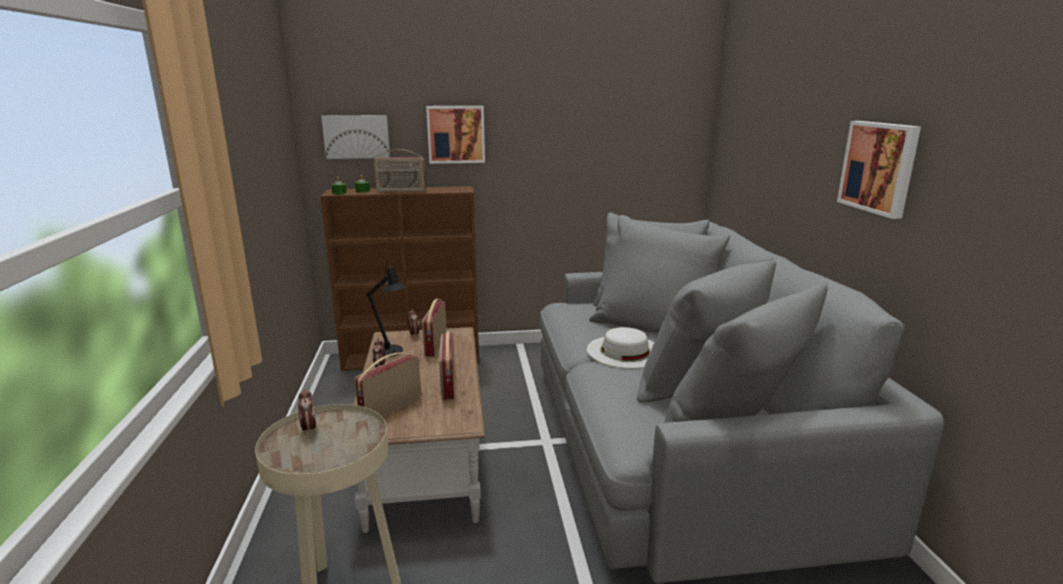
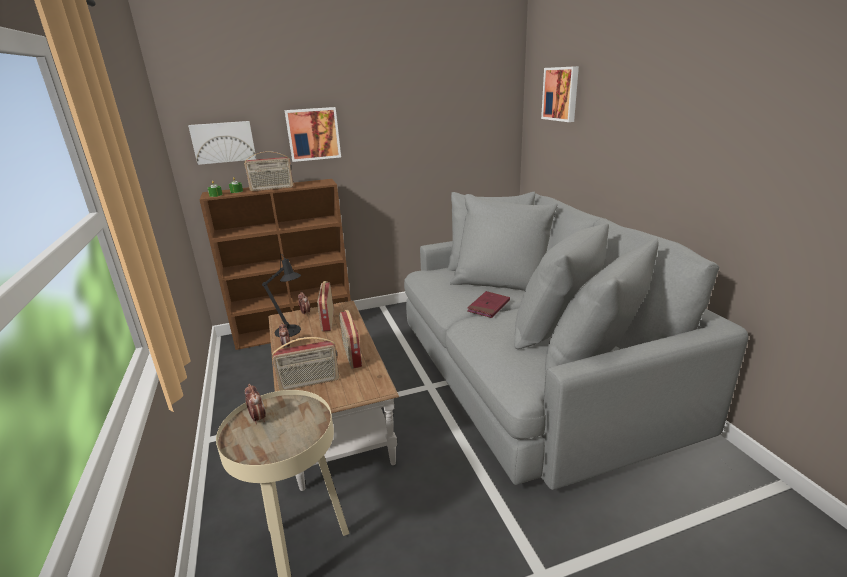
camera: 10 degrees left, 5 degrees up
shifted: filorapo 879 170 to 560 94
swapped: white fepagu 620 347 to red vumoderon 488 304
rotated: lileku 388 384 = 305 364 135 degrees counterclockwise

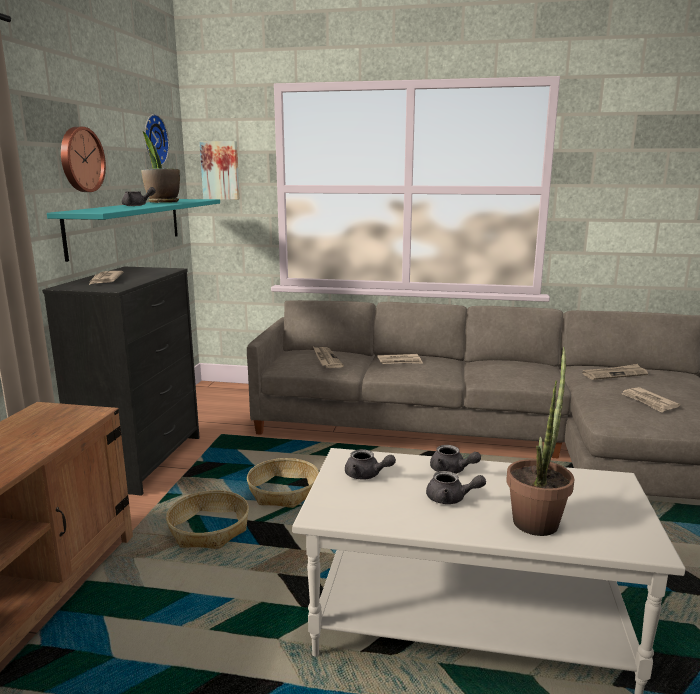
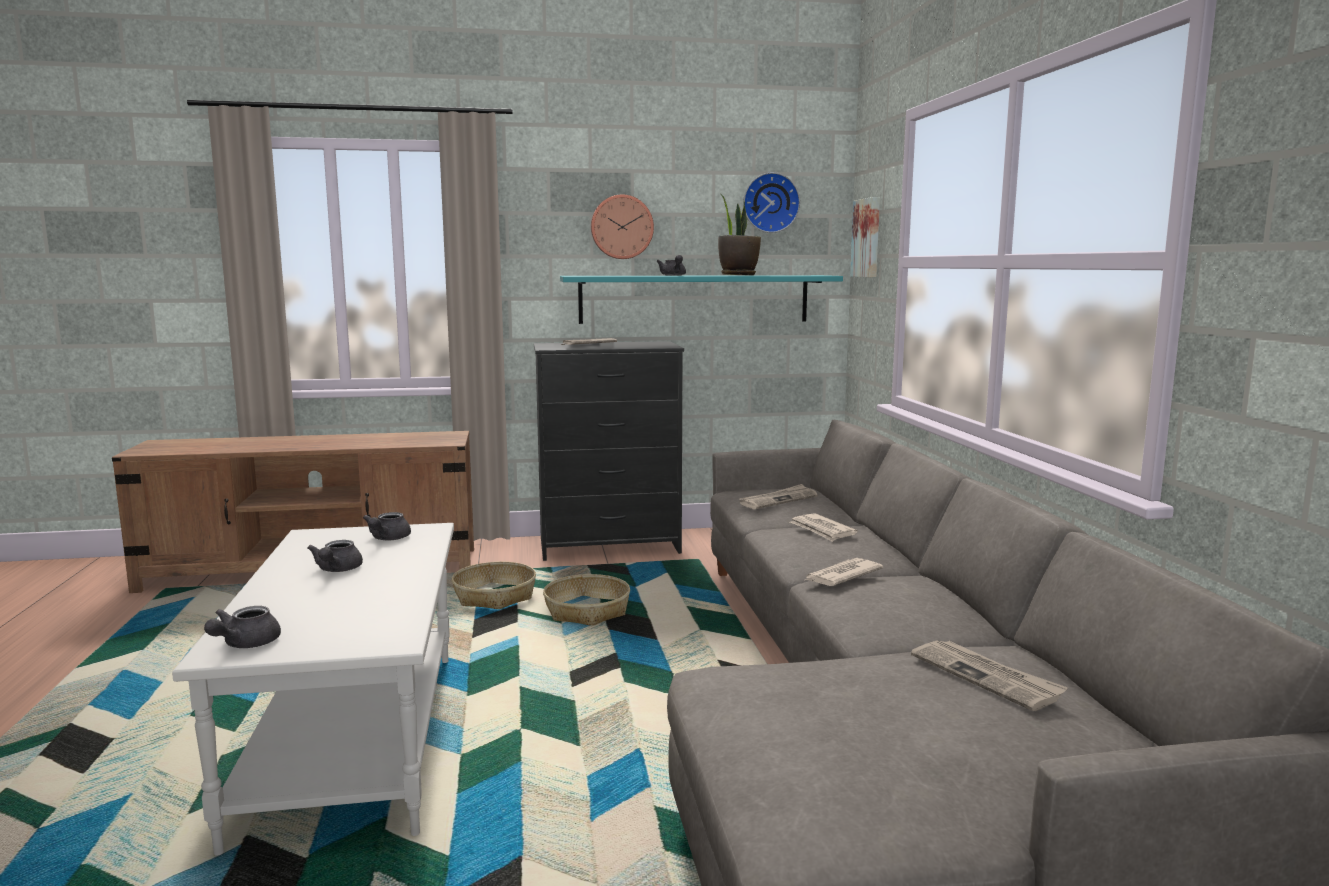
camera: 70 degrees right, 5 degrees down
gone: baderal 540 441
shifted: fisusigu 651 399 to 844 572; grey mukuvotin 455 459 to 242 627

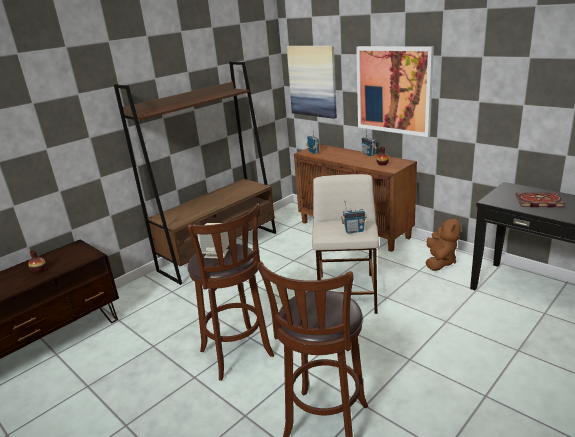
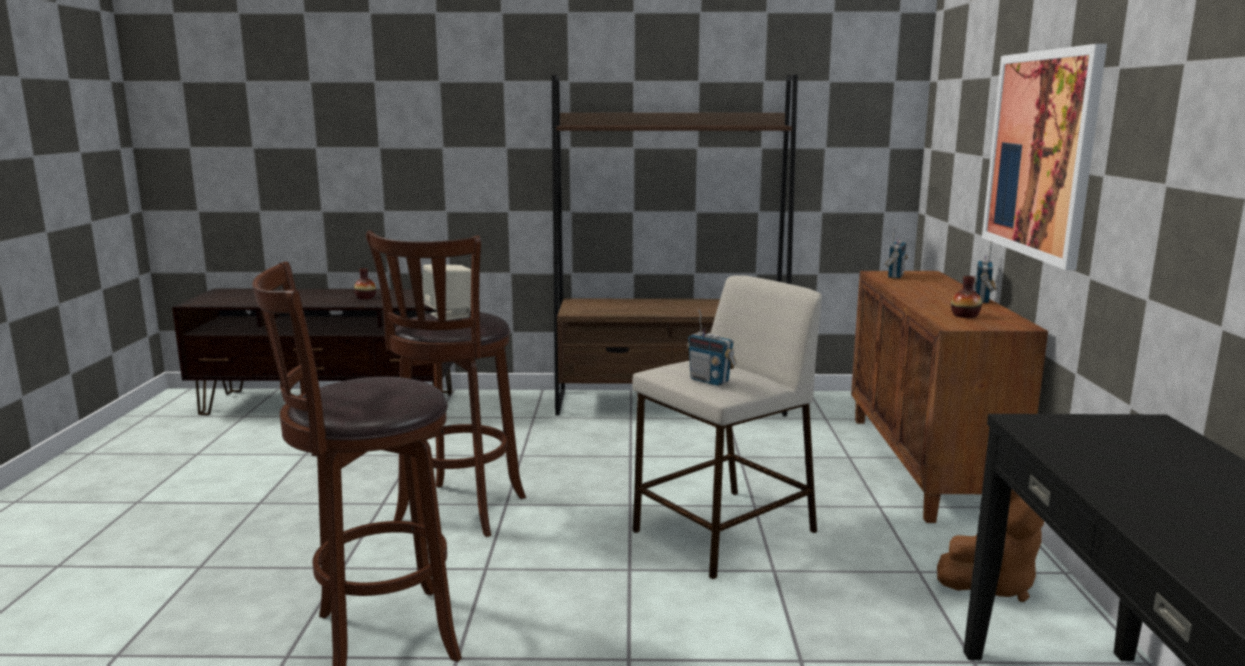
camera: 45 degrees right, 10 degrees down
gone: filorapo 312 82; vumoderon 540 200

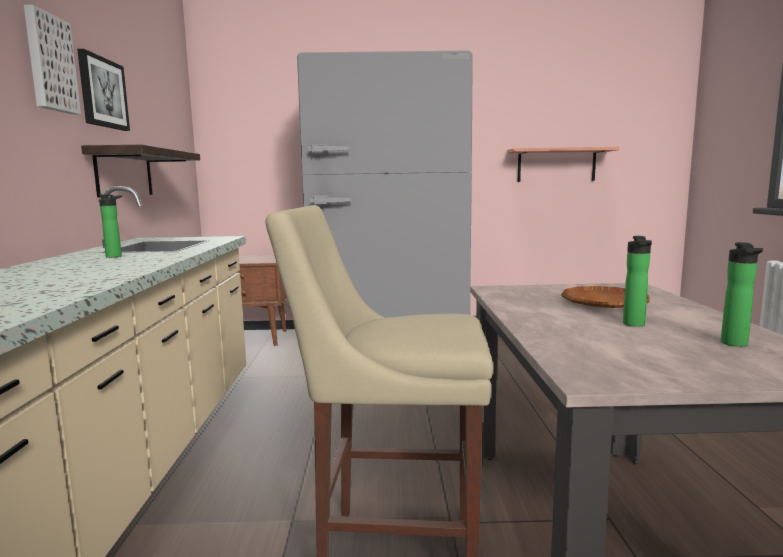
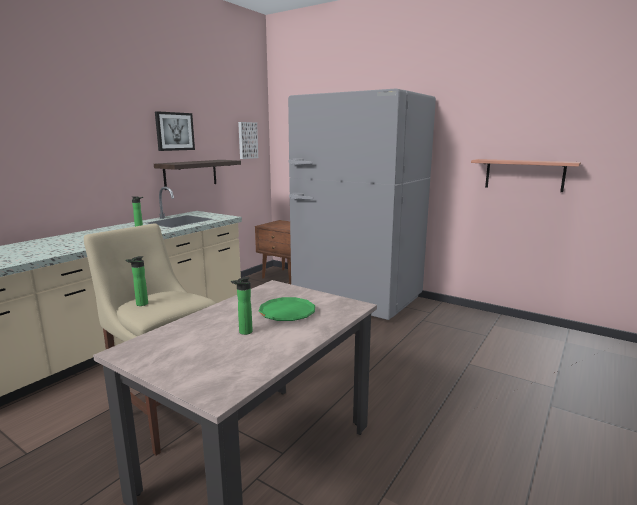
camera: 35 degrees right, 5 degrees up
shifted: filorapo 52 59 to 248 140; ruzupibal 742 294 to 136 281
repainted: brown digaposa 605 297 to green digaposa 286 309

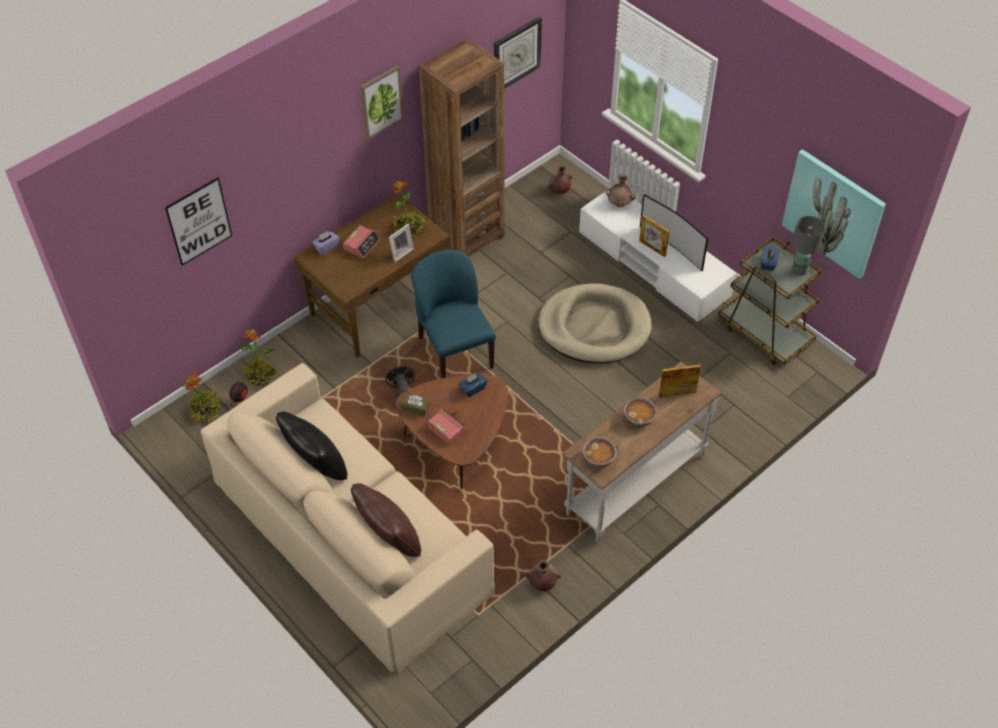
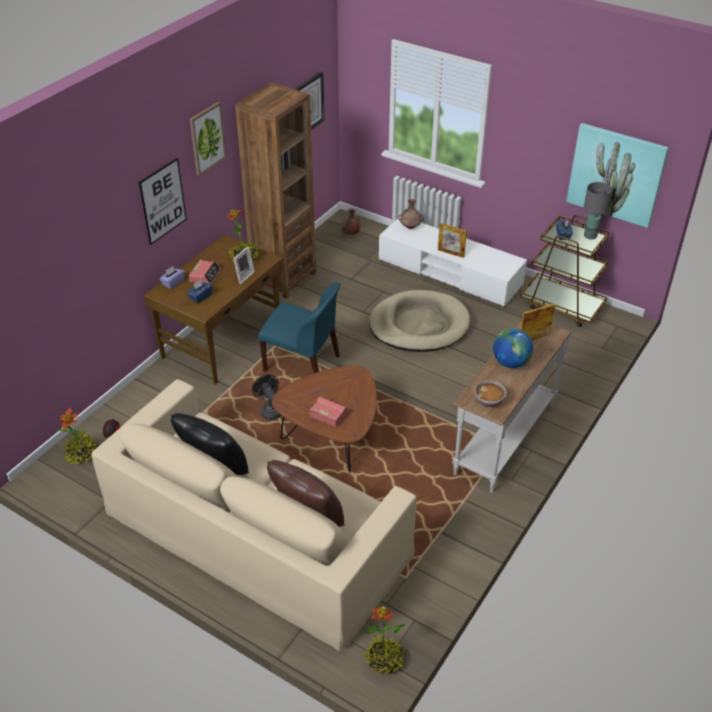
camera: 15 degrees left, 10 degrees down
gone: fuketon 674 232; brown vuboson 415 405; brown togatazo 543 575
shifted: filorapo 198 221 to 163 201; baderal 257 358 to 385 640; blue vuboson 473 385 to 200 291
swapped: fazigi 640 412 to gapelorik 513 348
rotated: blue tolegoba 453 314 = 299 327 150 degrees clockwise

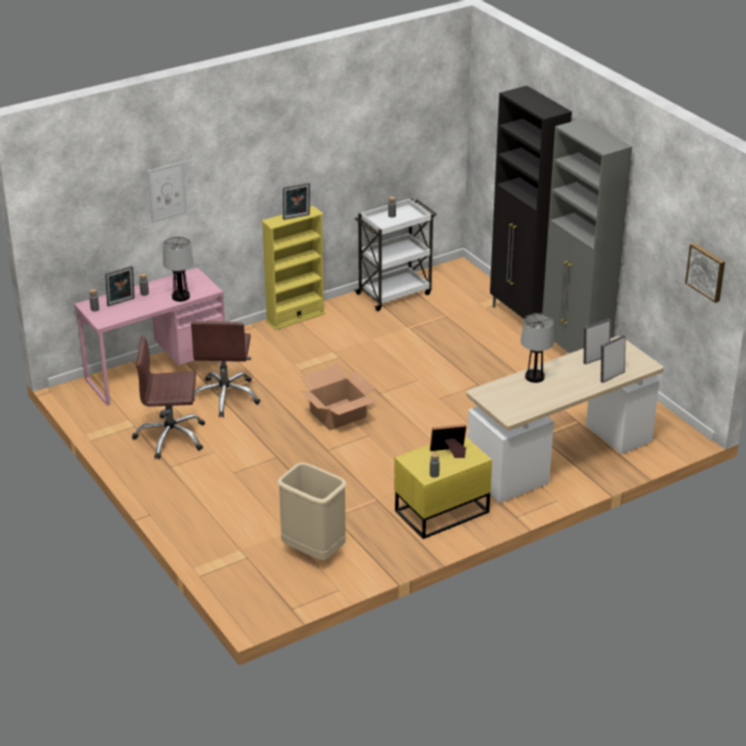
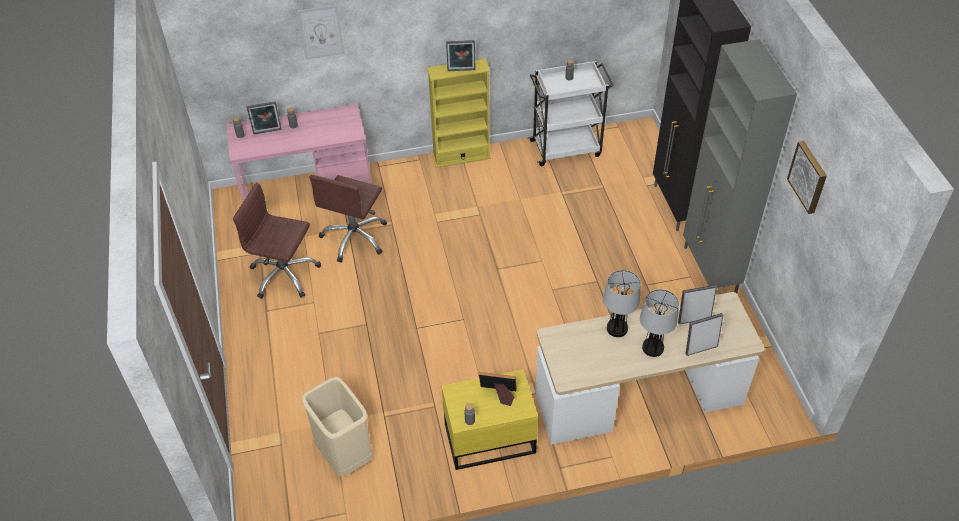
camera: 20 degrees right, 15 degrees up
gone: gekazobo 338 397
shifted: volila 178 269 to 659 323; filorapo 705 273 to 807 177

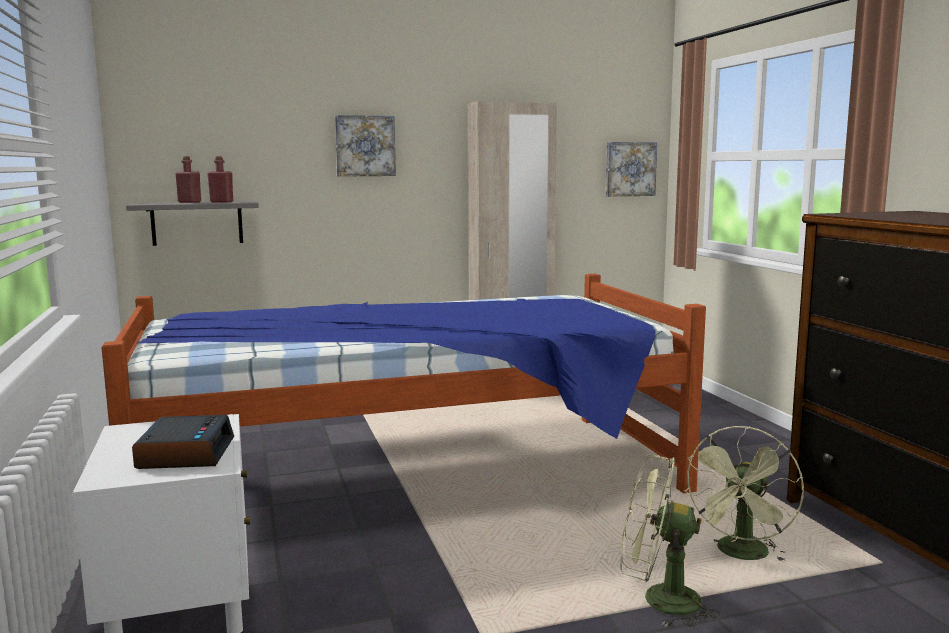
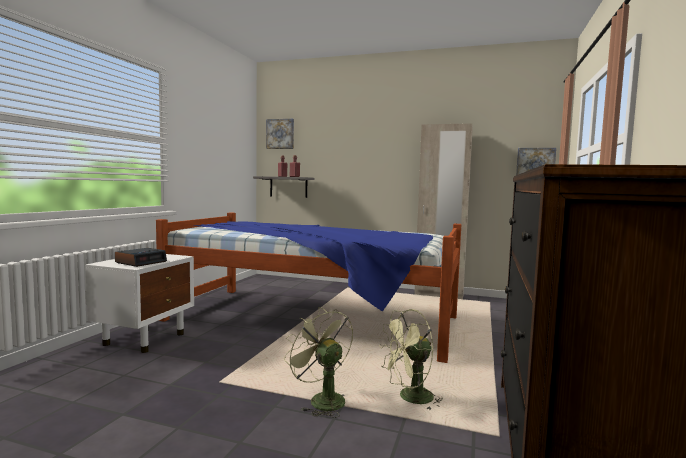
camera: 35 degrees right, 5 degrees down
shifted: filorapo 365 146 to 280 134

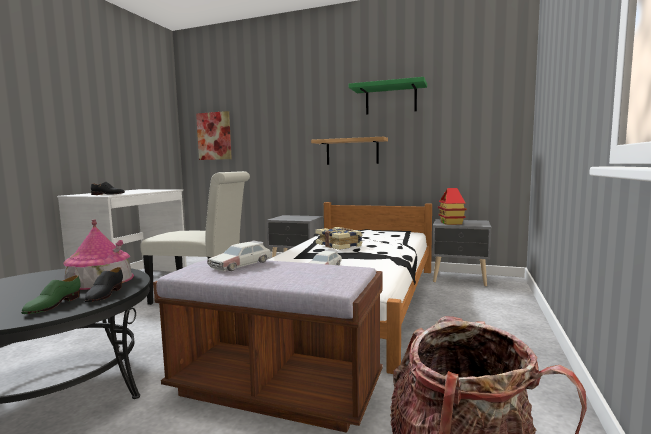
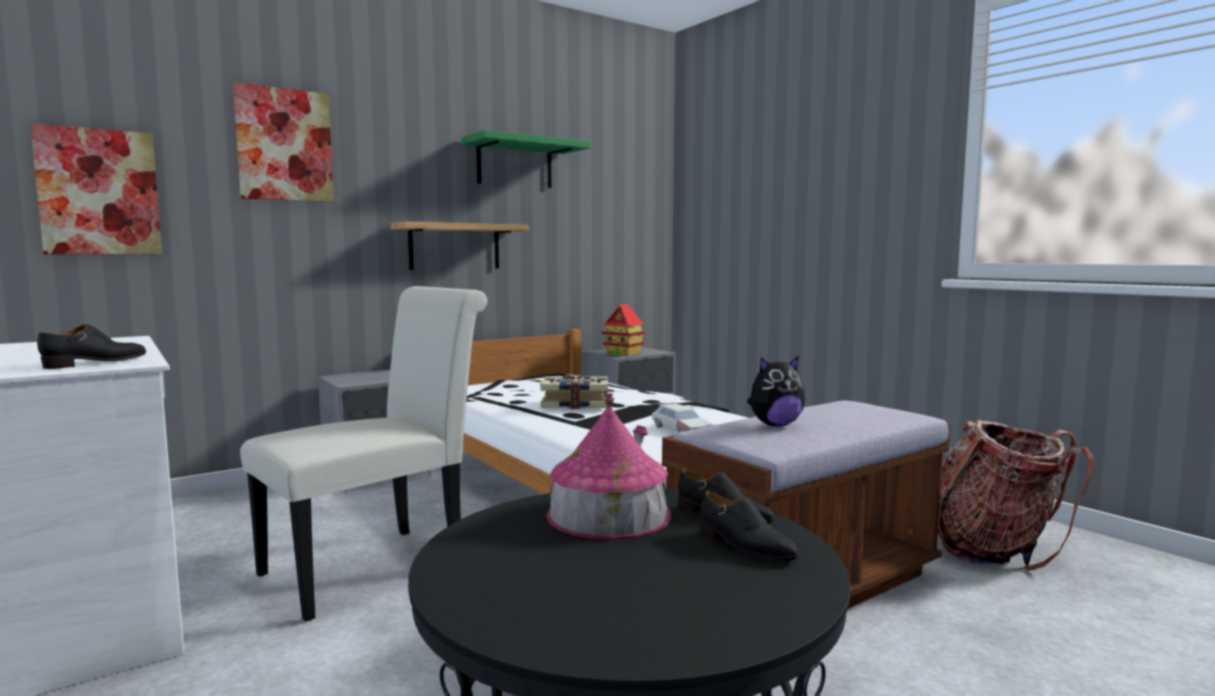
camera: 55 degrees left, 0 degrees up
new: filorapo 283 142
swapped: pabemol 239 256 to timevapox 776 391
repainted: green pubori 51 294 to black pubori 749 526

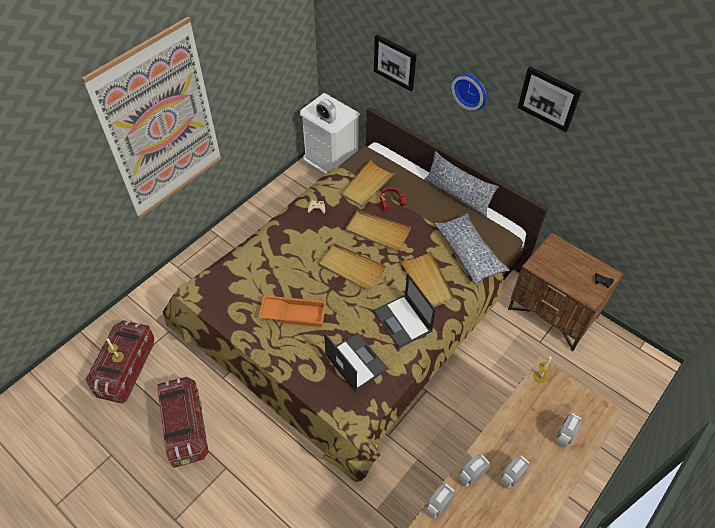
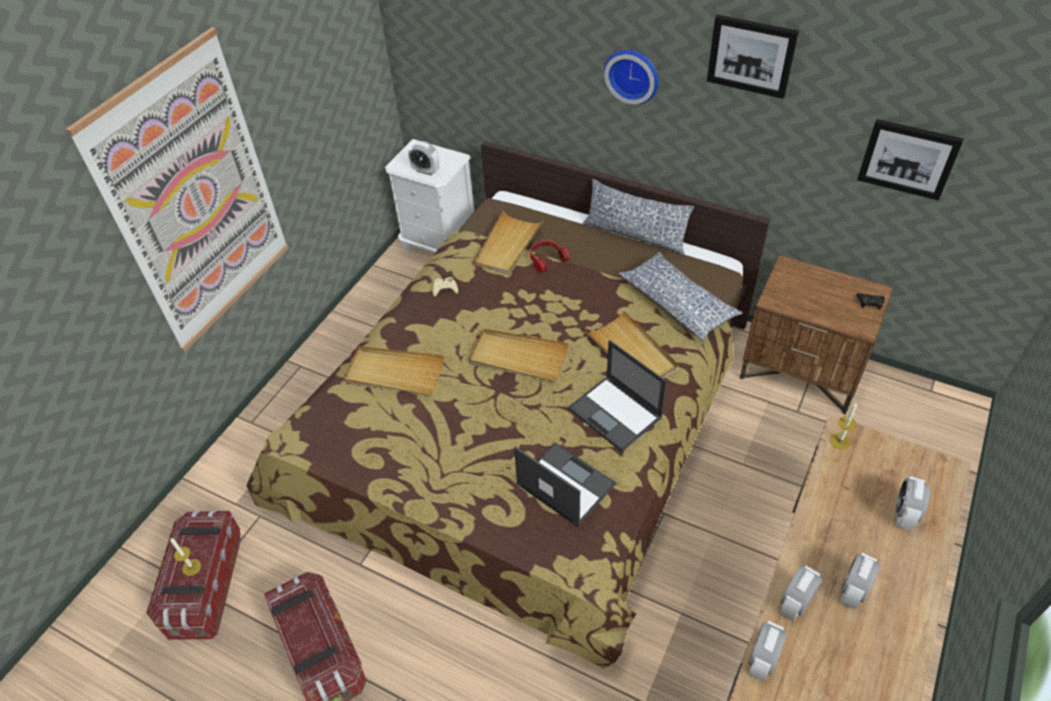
camera: 10 degrees left, 5 degrees down
gone: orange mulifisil 292 311
shifted: filorapo 395 62 to 910 160; beige mulifisil 378 230 to 393 370

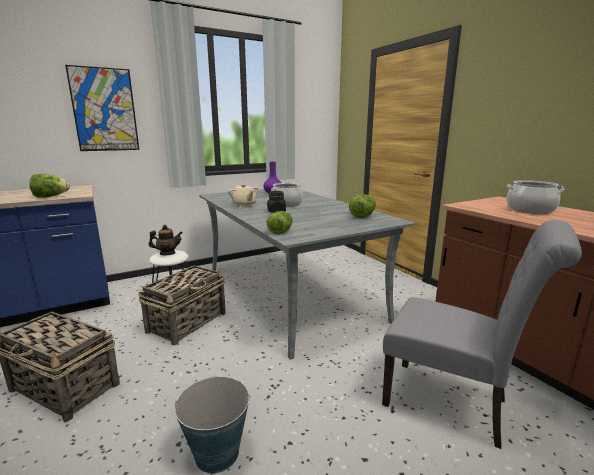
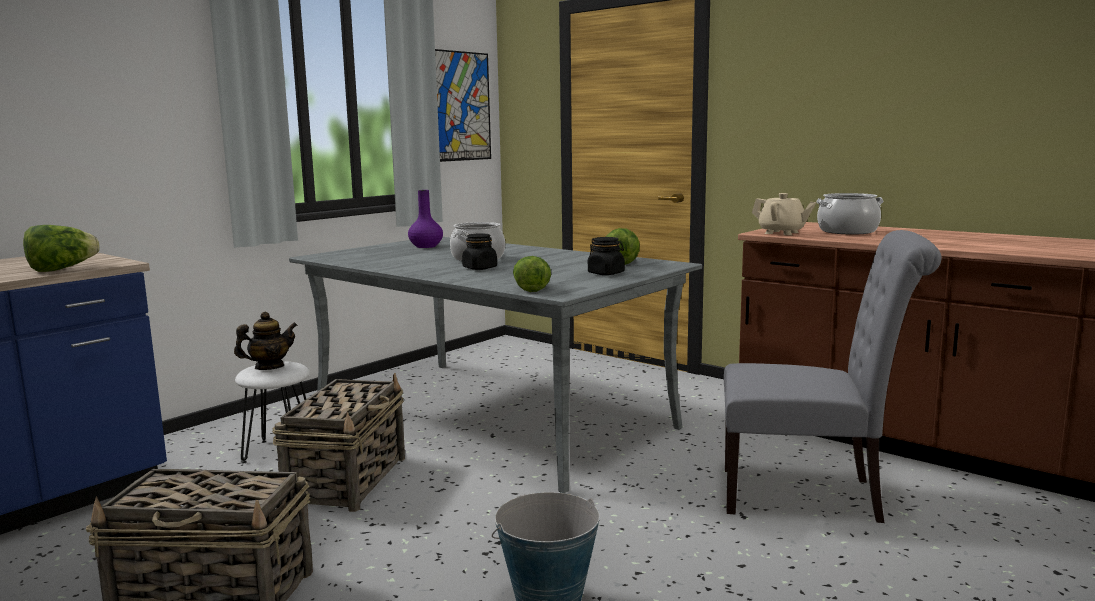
camera: 20 degrees left, 5 degrees down
new: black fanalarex 606 256
shifted: filorapo 102 108 to 463 105; beige mukuvotin 243 196 to 784 214

